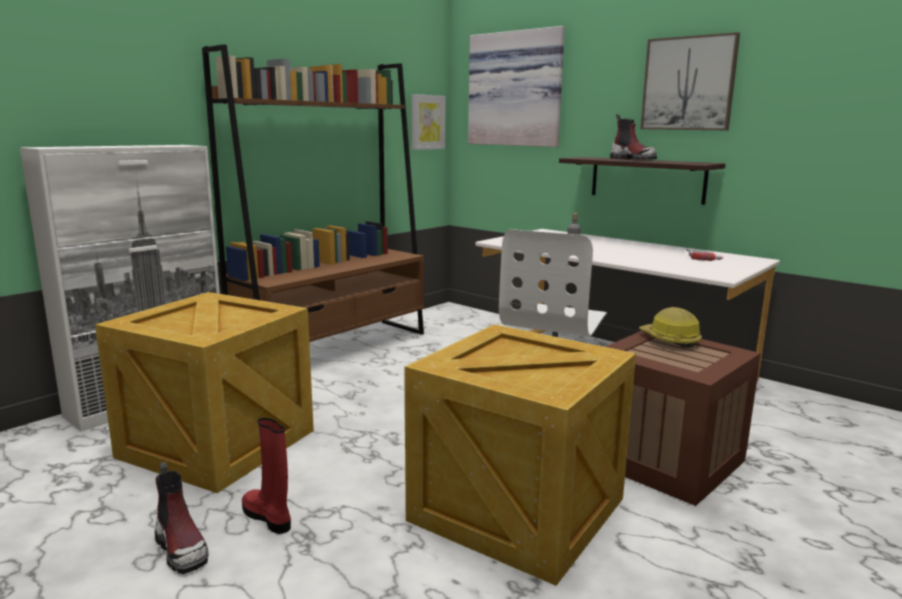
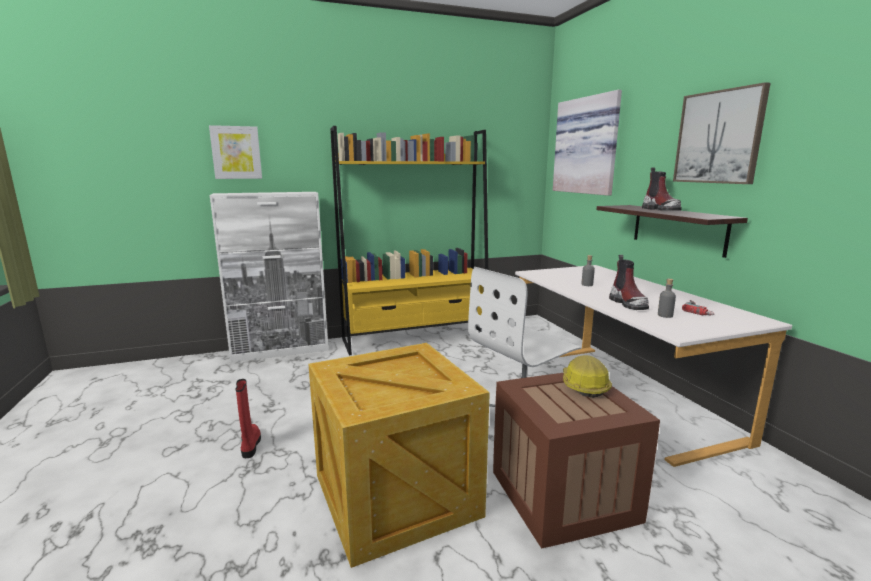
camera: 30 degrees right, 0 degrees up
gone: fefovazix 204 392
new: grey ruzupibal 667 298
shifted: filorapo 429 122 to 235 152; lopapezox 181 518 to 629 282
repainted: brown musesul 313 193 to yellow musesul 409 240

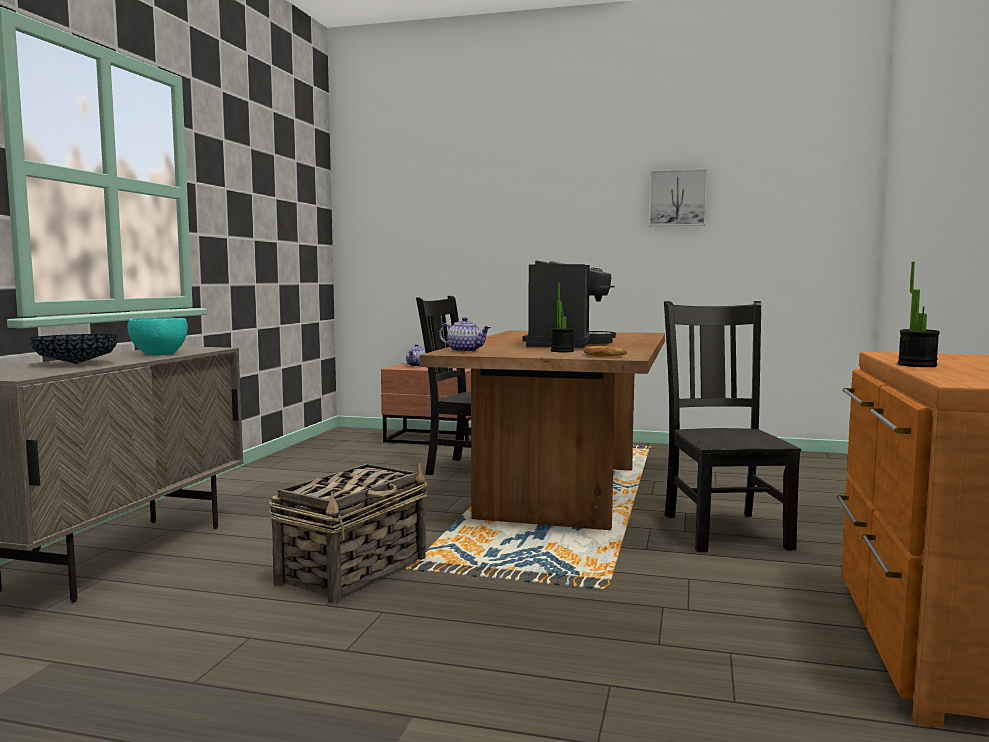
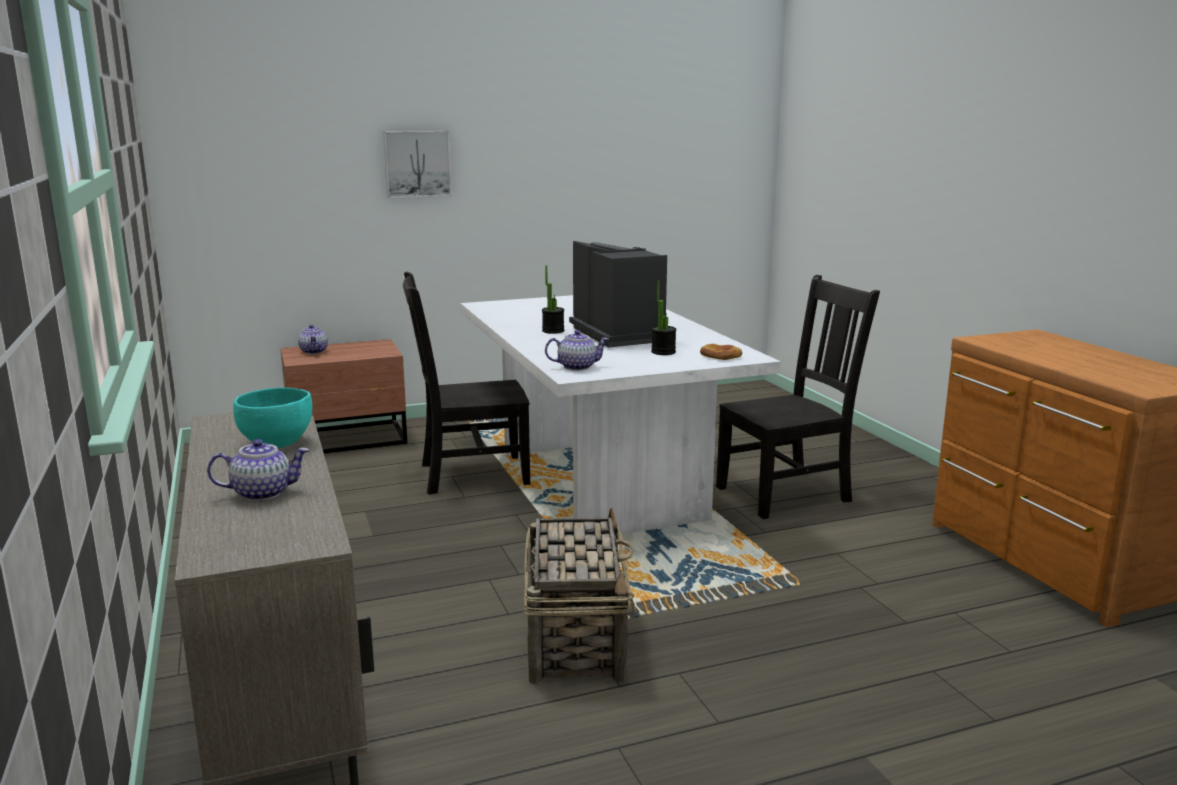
camera: 35 degrees left, 10 degrees up
shifted: filorapo 678 197 to 417 164; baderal 919 314 to 553 299
swapped: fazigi 74 349 to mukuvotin 258 470
repainted: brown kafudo 542 430 to white kafudo 620 414
rotated: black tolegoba 732 426 = 798 397 105 degrees clockwise

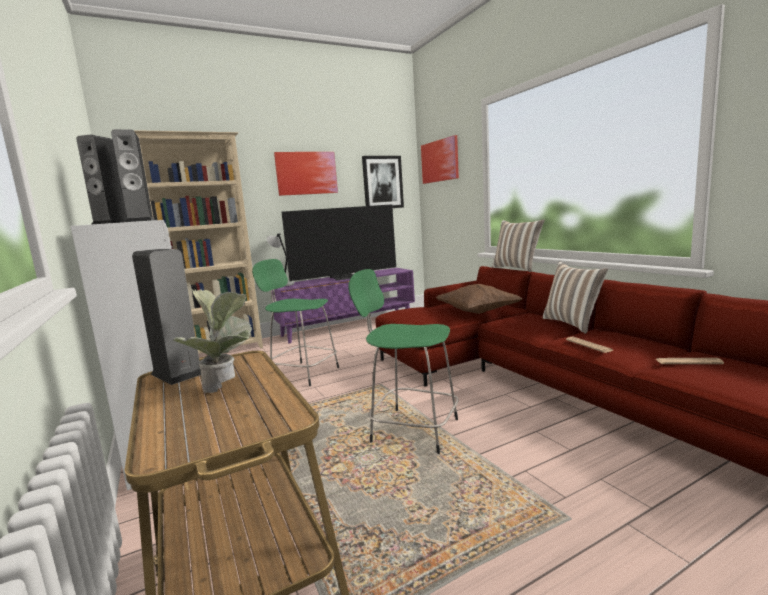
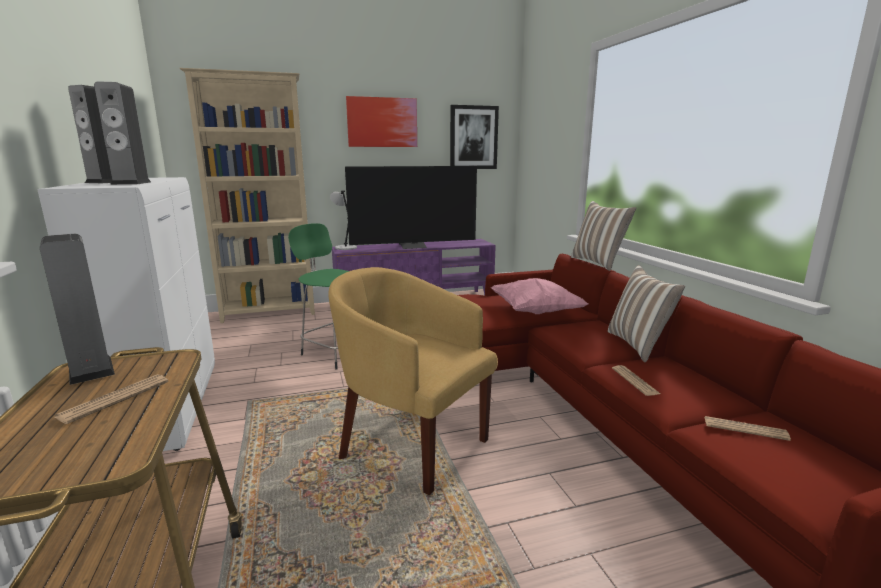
camera: 10 degrees right, 5 degrees up
gone: filorapo 440 159
swapped: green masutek 404 361 to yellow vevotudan 413 381; baderal 212 341 to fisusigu 111 399
repainted: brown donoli 479 299 to pink donoli 539 296

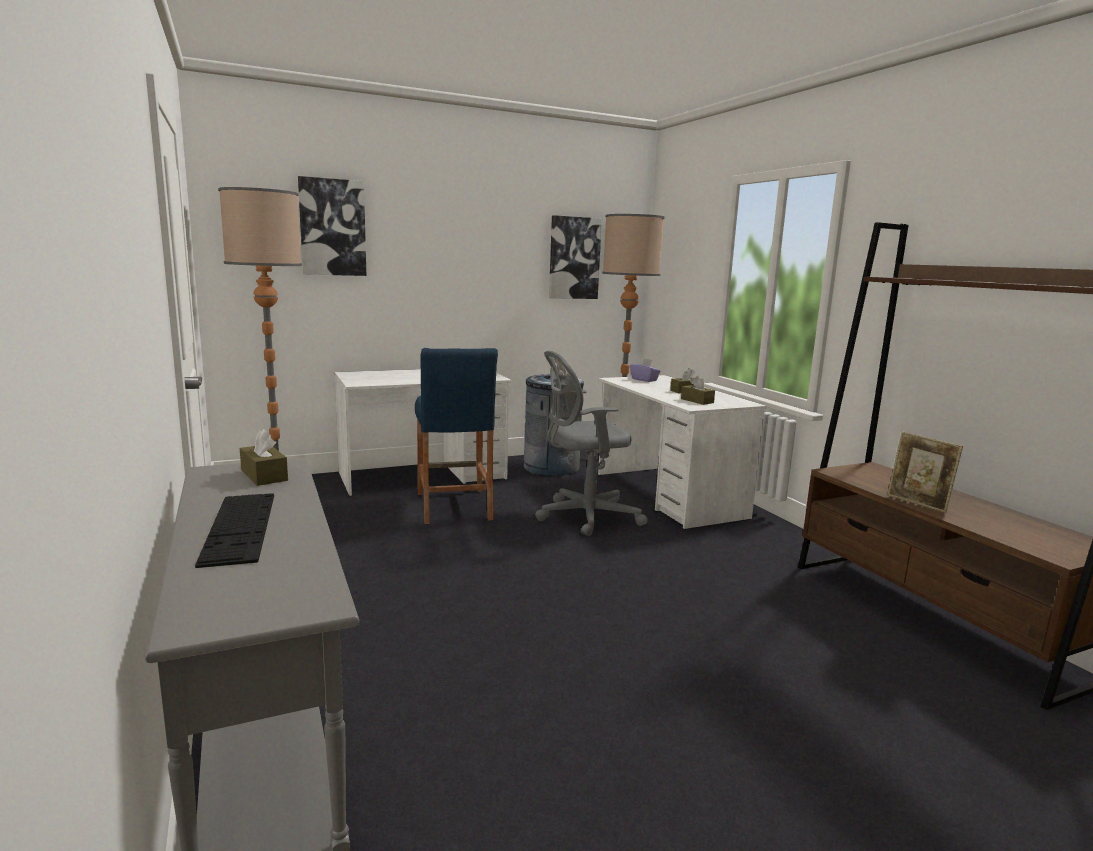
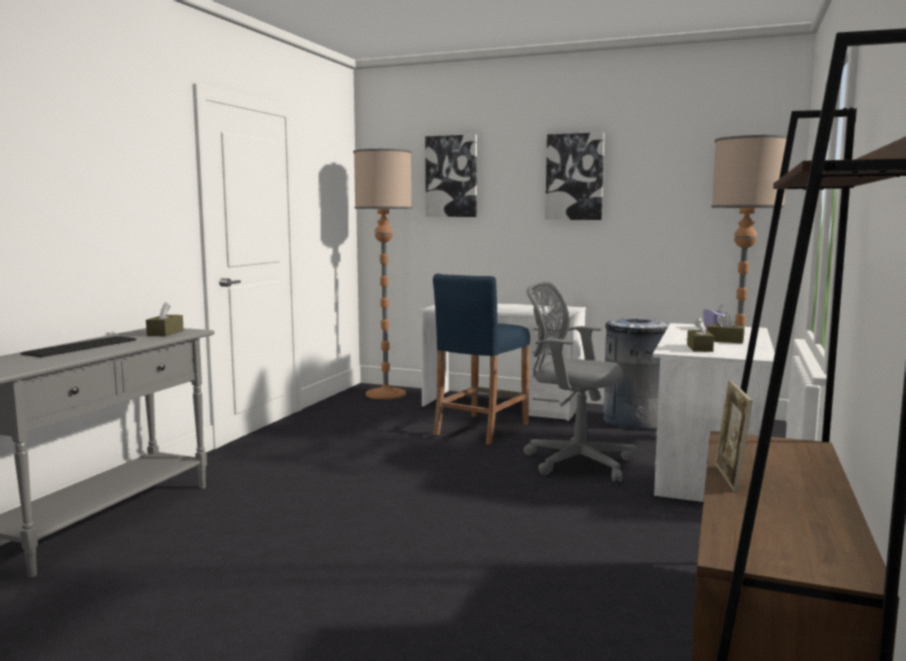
camera: 45 degrees right, 5 degrees down
shifted: filorapo 575 257 to 574 176

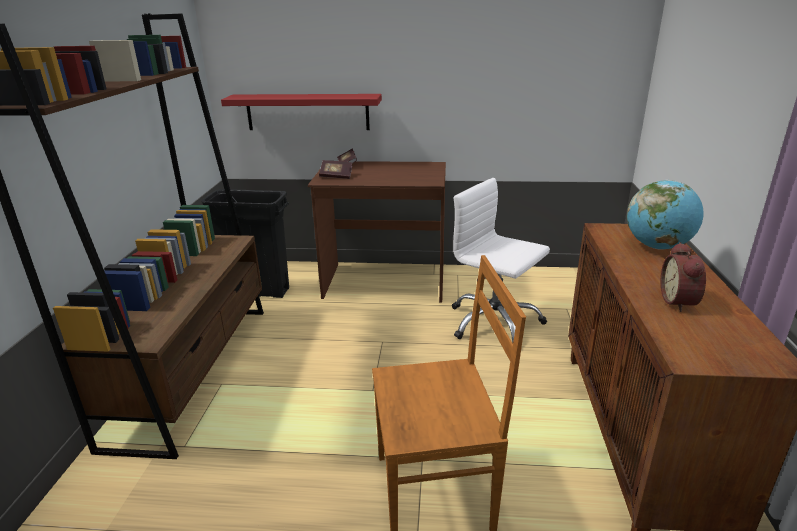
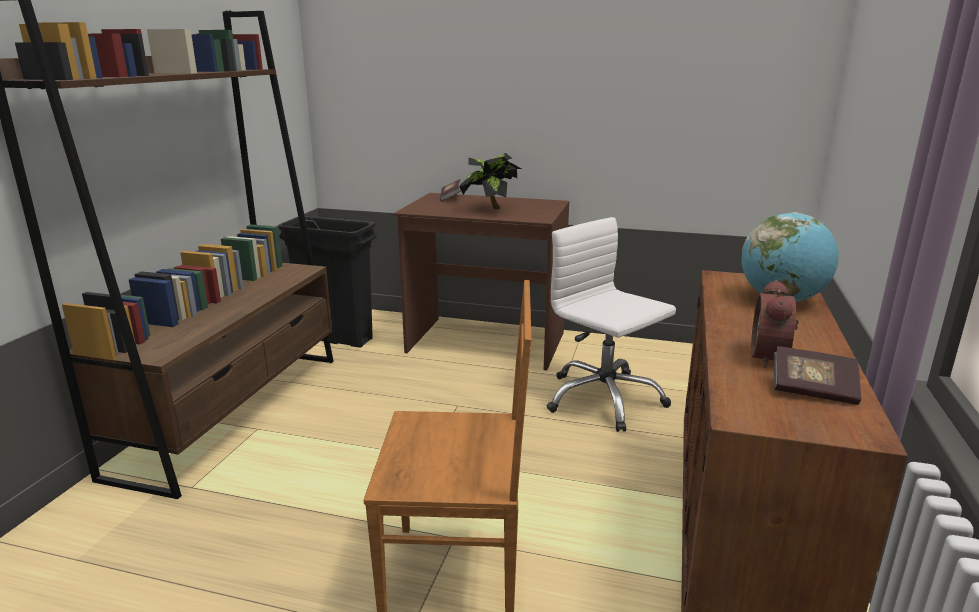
camera: 10 degrees right, 5 degrees down
gone: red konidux 301 112
new: baderal 490 181
shifted: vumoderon 335 169 to 817 375

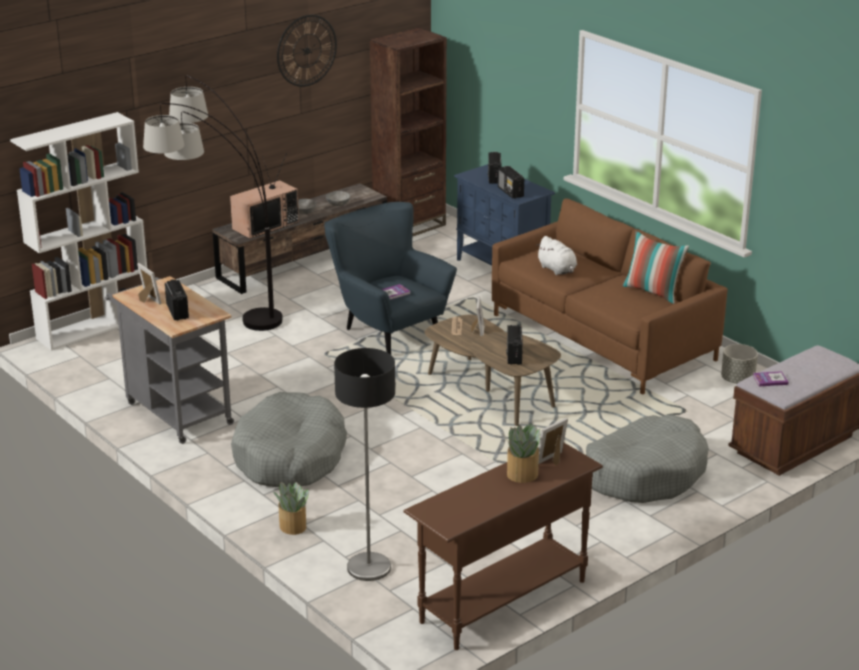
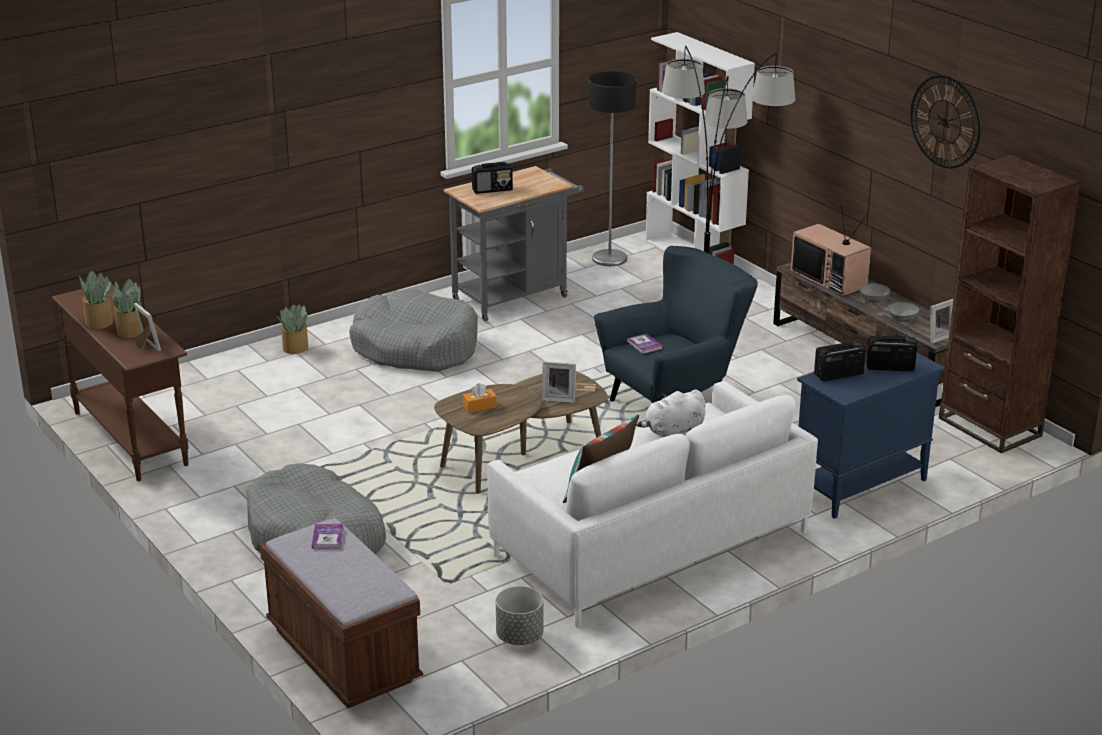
camera: 95 degrees right, 0 degrees up
new: baderal 96 300
shifted: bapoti 149 284 to 942 321; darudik 364 464 to 613 168
swapped: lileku 514 345 to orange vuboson 480 398
repainted: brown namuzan 610 297 to white namuzan 652 504

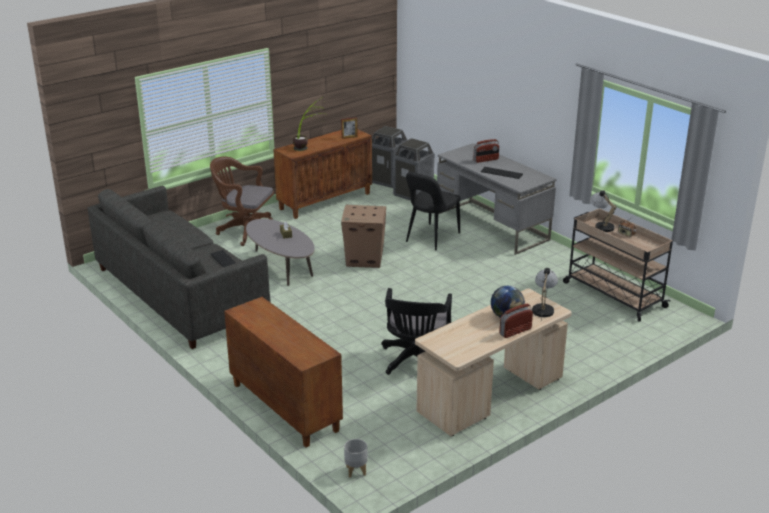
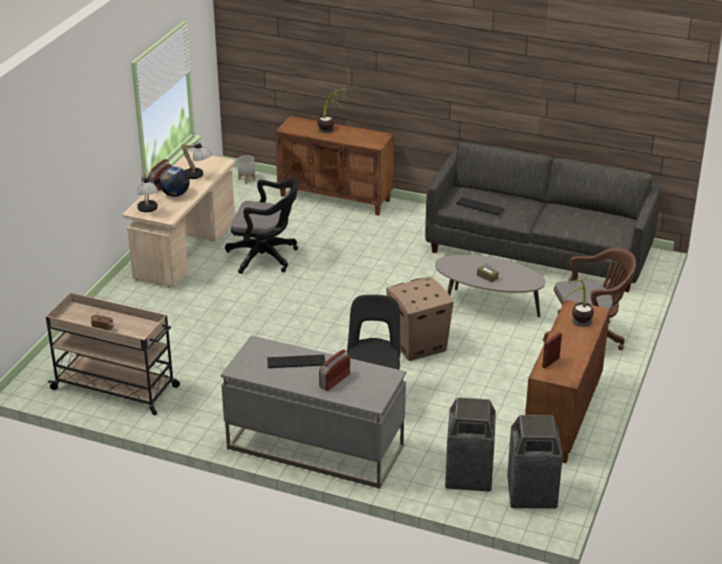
camera: 150 degrees right, 5 degrees up
new: baderal 334 110
shifted: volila 603 212 to 196 160
rotated: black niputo 417 331 = 262 226 120 degrees clockwise

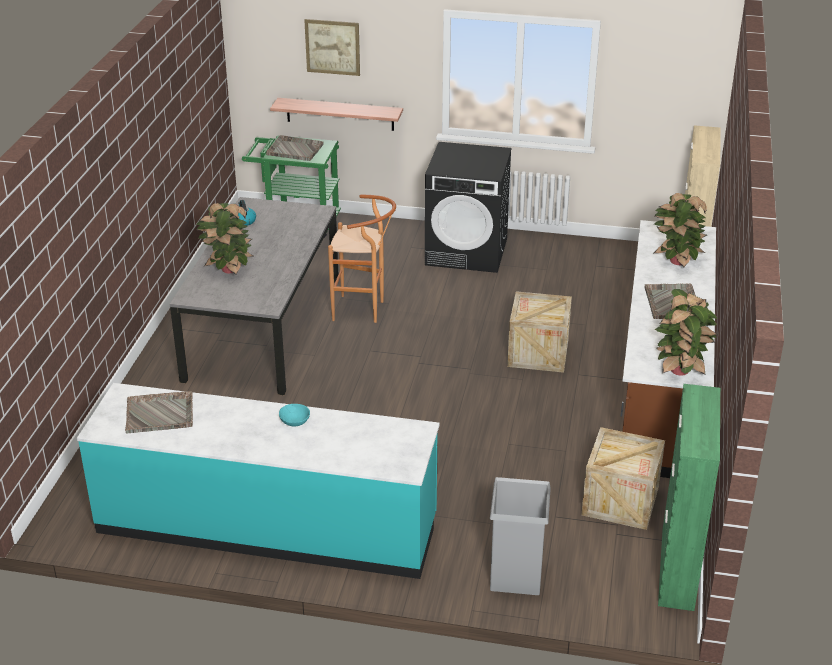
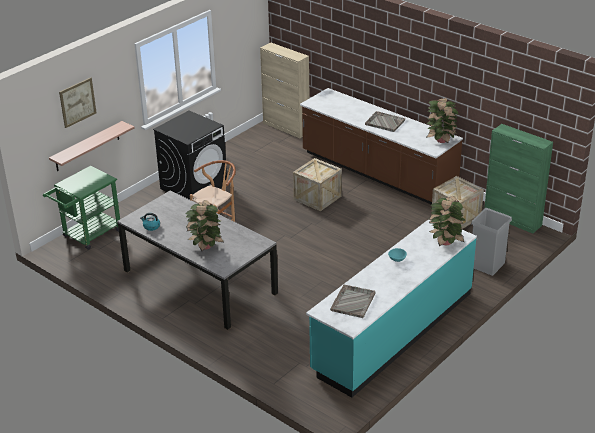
camera: 60 degrees left, 0 degrees up
gone: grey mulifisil 295 148
shifted: baderal 680 230 to 447 221

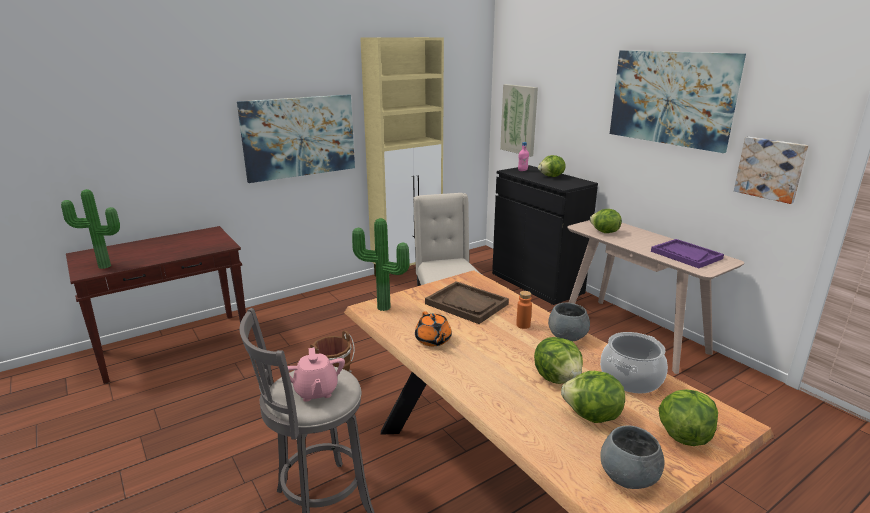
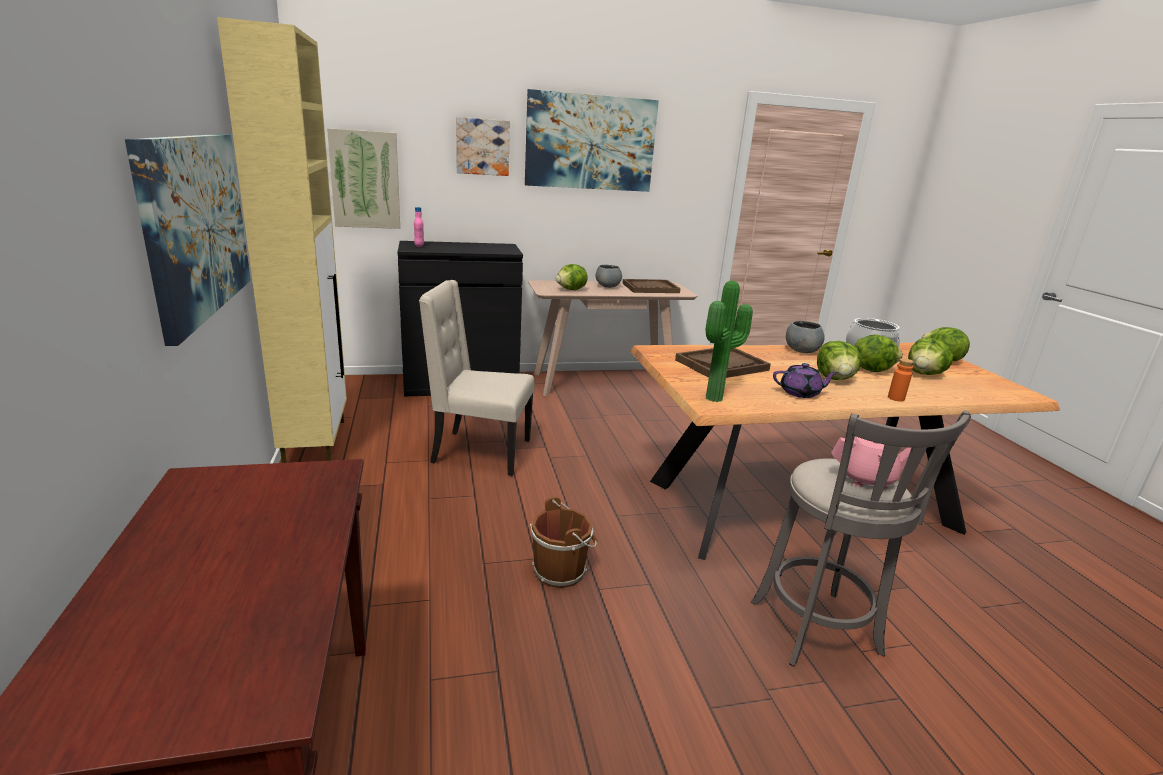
camera: 70 degrees left, 0 degrees up
gone: baderal 90 229
shifted: filorapo 771 170 to 483 146; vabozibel 552 166 to 839 360; orange ruzupibal 524 310 to 901 380; grey fazigi 632 457 to 609 276
repainted: purple mulifisil 687 253 to brown mulifisil 651 286; orange mukuvotin 433 328 to purple mukuvotin 806 380

